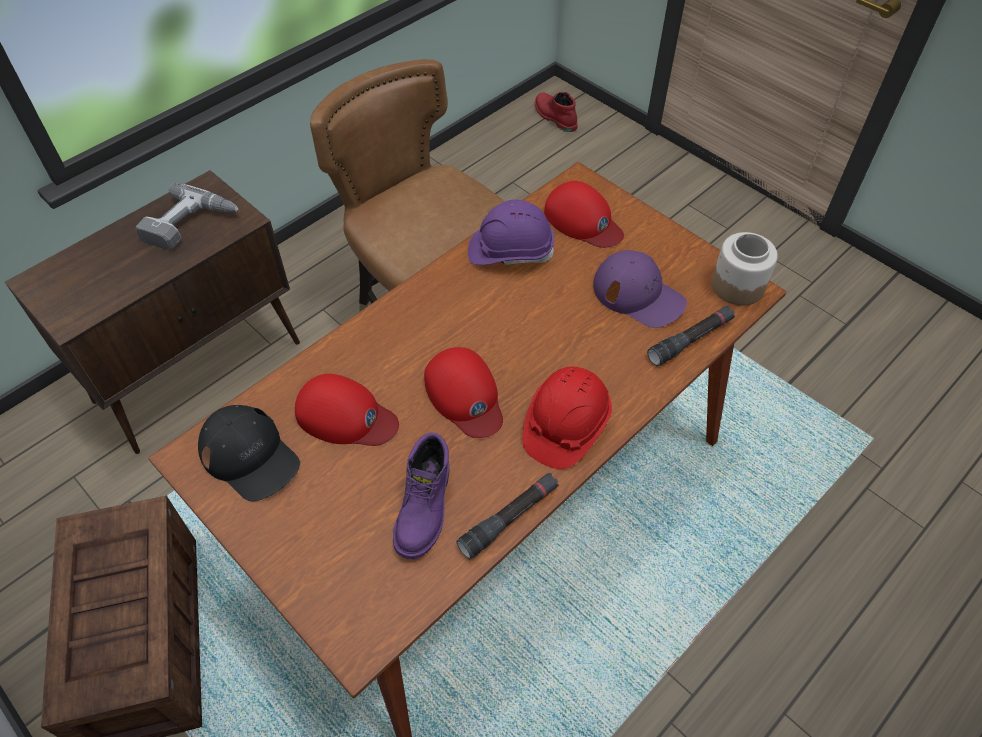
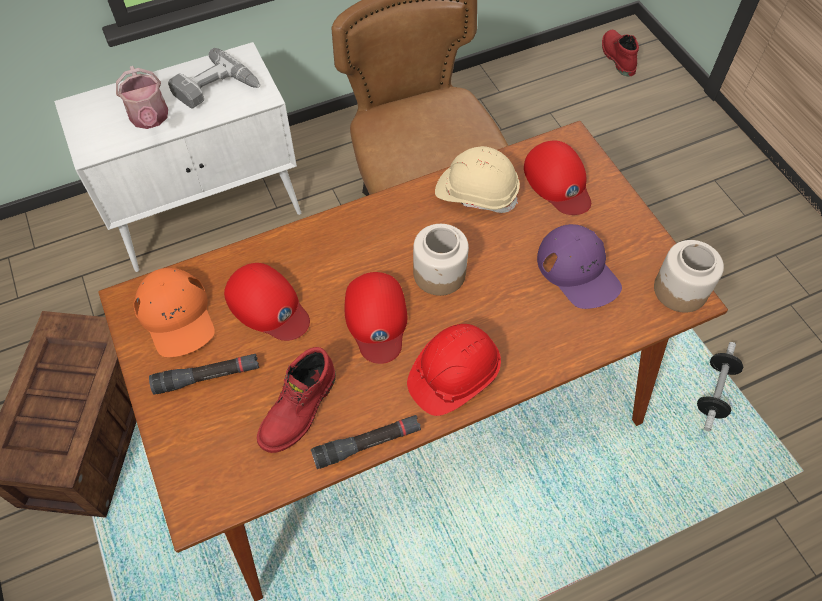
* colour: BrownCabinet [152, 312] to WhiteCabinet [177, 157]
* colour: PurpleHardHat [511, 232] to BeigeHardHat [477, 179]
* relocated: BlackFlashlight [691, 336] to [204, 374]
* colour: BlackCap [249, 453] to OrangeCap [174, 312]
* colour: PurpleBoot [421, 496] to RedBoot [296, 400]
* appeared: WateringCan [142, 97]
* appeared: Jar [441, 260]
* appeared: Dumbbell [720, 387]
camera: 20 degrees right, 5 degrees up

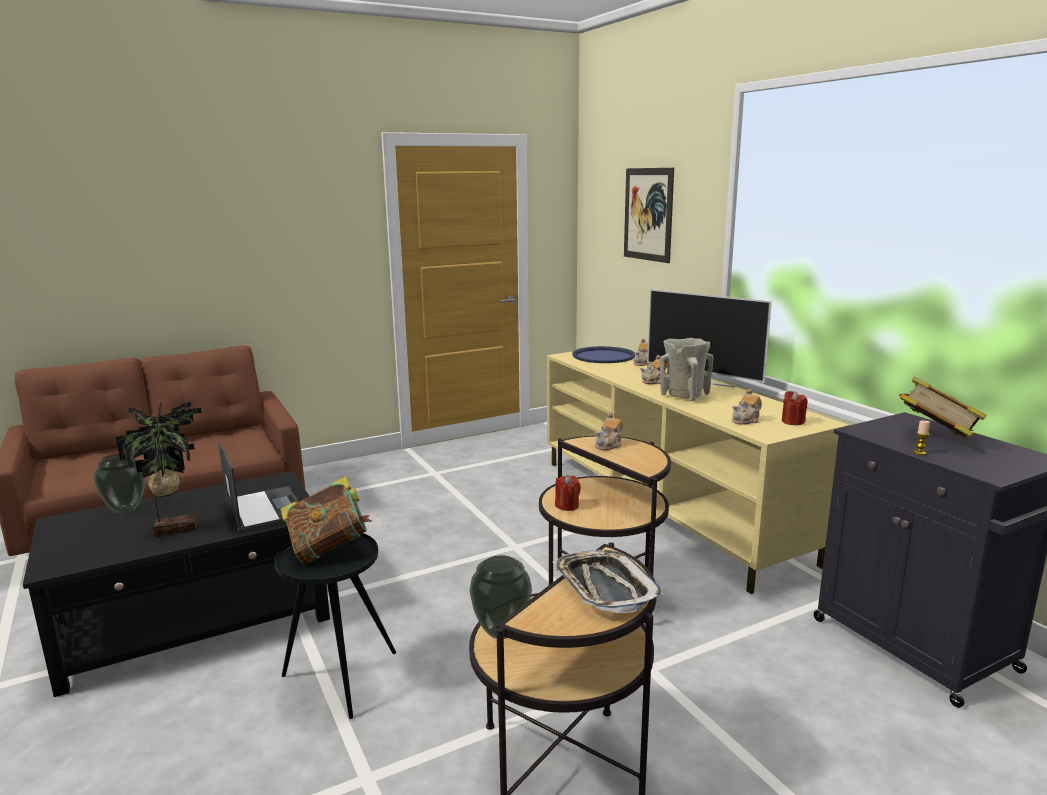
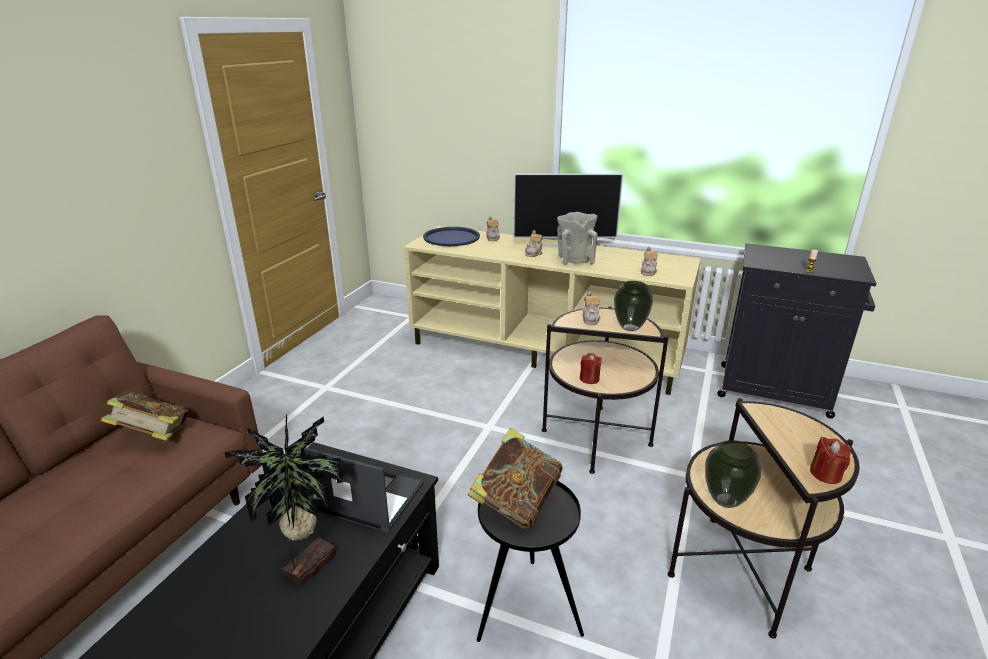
* missing: Picture [649, 215]
* relocated: Book [943, 407] to [145, 416]
* relocated: RedCandle [794, 408] to [830, 460]
* relocated: Vase [119, 483] to [633, 306]
* missing: Tray [608, 581]
camera: 40 degrees left, 10 degrees up

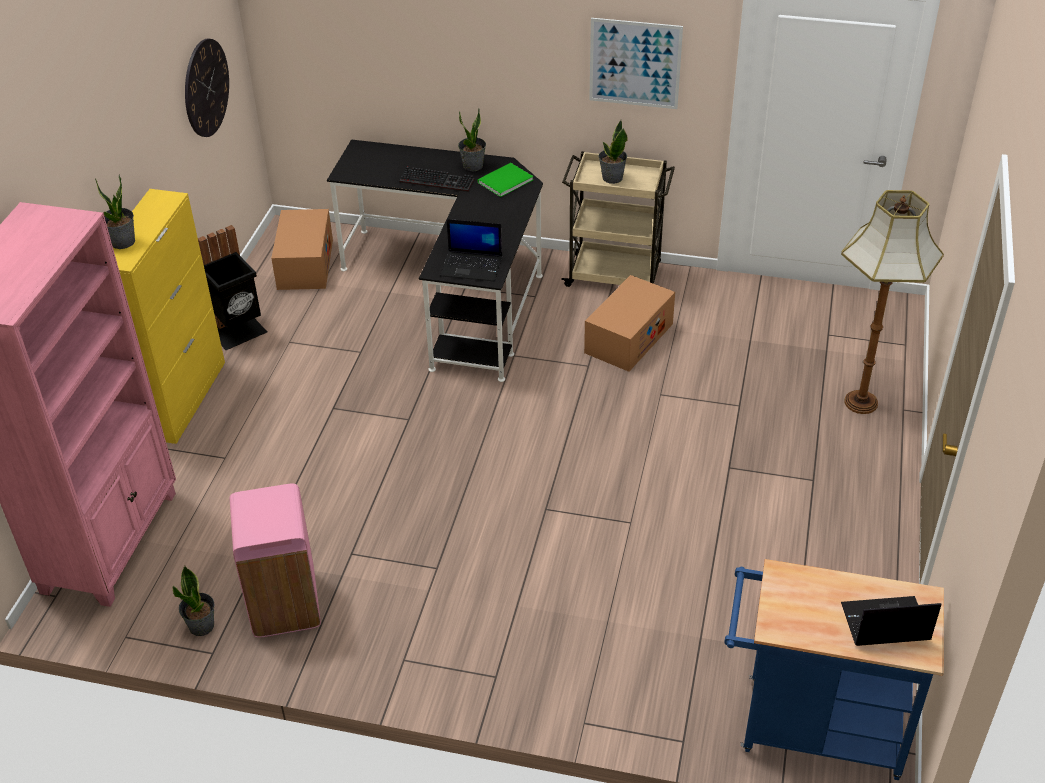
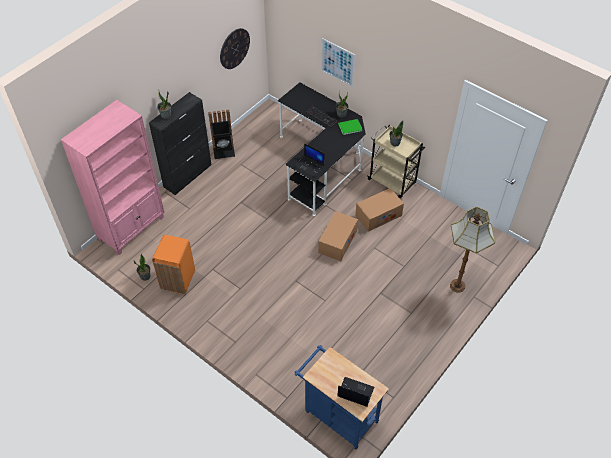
* relocated: Picture [636, 63] to [338, 62]
* colour: YellowCabinet [169, 316] to BlackCabinet [180, 143]
* relocated: CardboardBox [302, 249] to [338, 236]
* colour: PinkTrashCan [275, 561] to OrangeTrashCan [173, 264]
camera: 25 degrees right, 10 degrees up

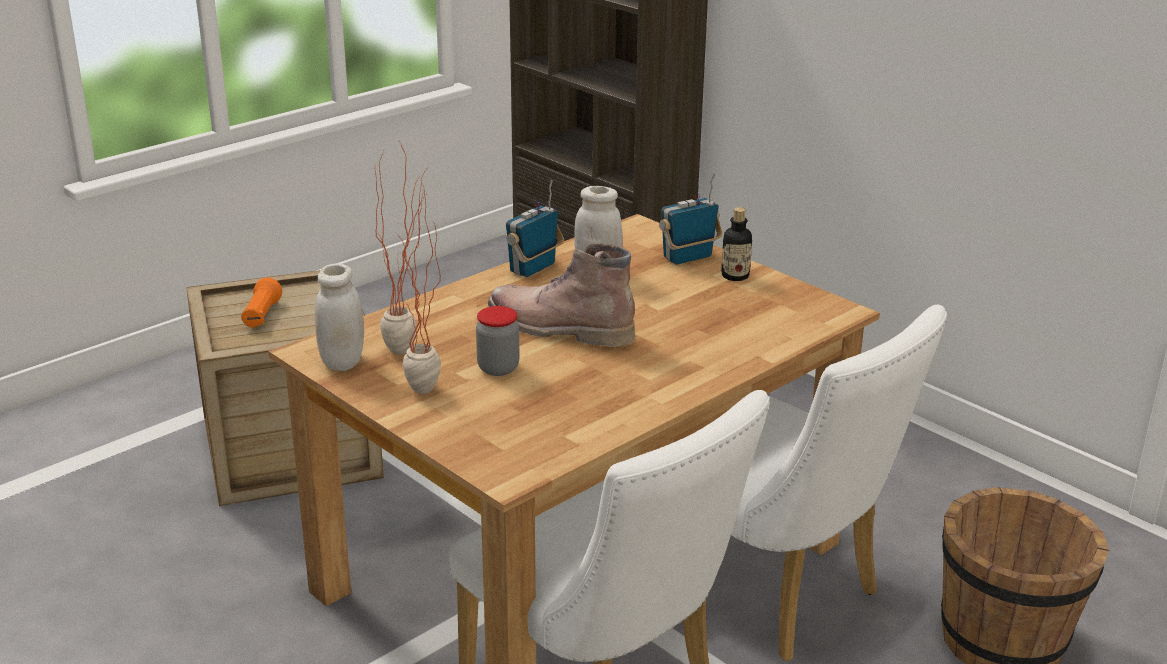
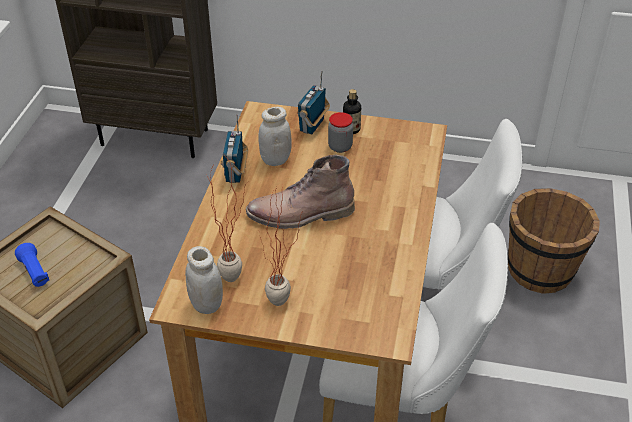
* colour: OrangeFlashlight [261, 302] to BlueFlashlight [32, 265]
* relocated: Jar [498, 341] to [340, 132]
camera: 35 degrees left, 15 degrees up

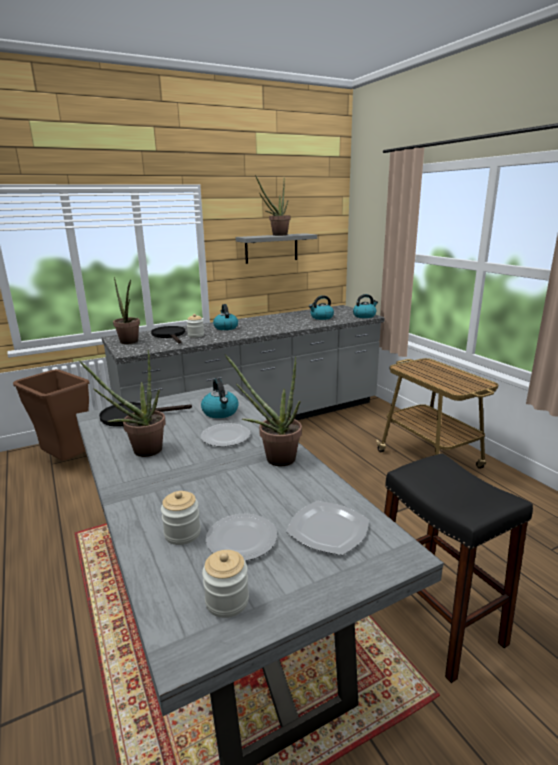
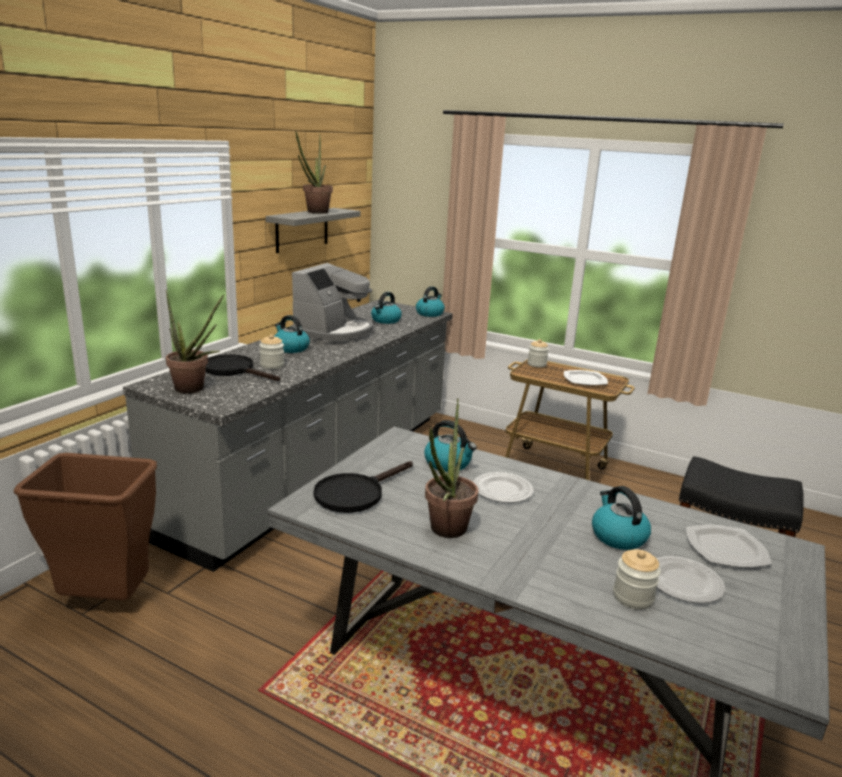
* missing: PottedPlant [263, 410]
* relocated: Jar [225, 584] to [538, 353]
* appeared: CoffeeMachine [331, 303]
* appeared: Plate [586, 377]
* appeared: Kettle [621, 518]
camera: 35 degrees left, 0 degrees up

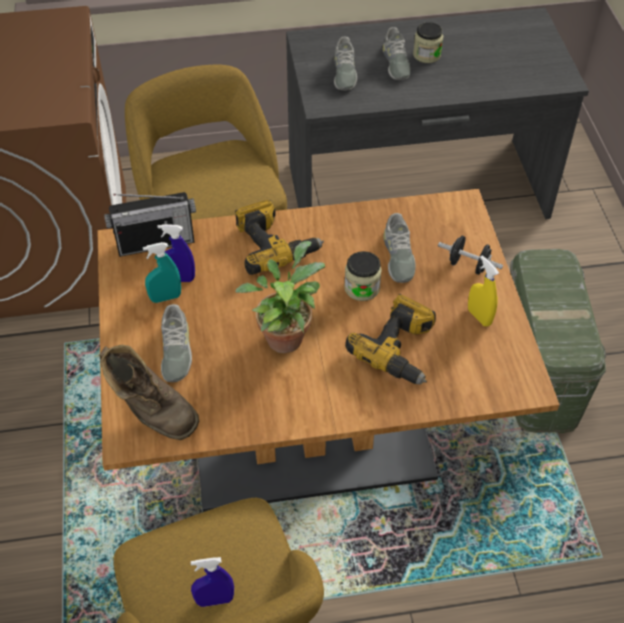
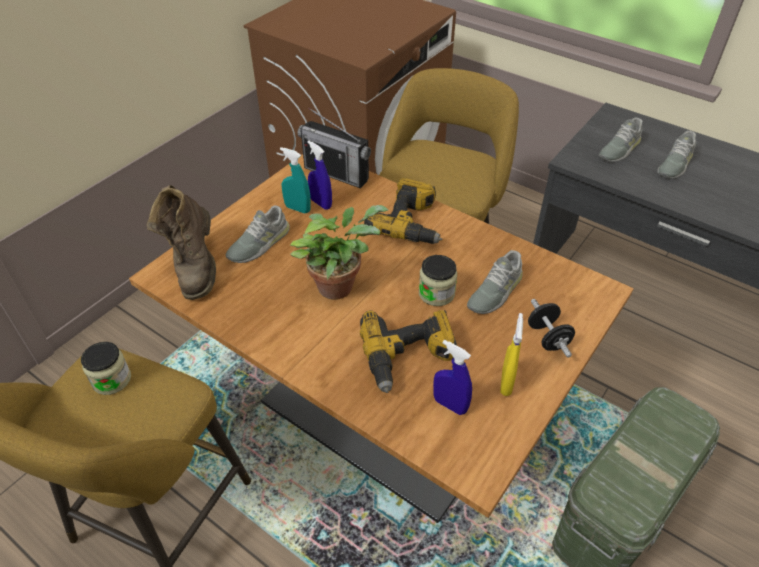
* relocated: Jar [428, 42] to [106, 368]
* relocated: BlueSprayBottle [212, 582] to [452, 377]
camera: 45 degrees right, 5 degrees down

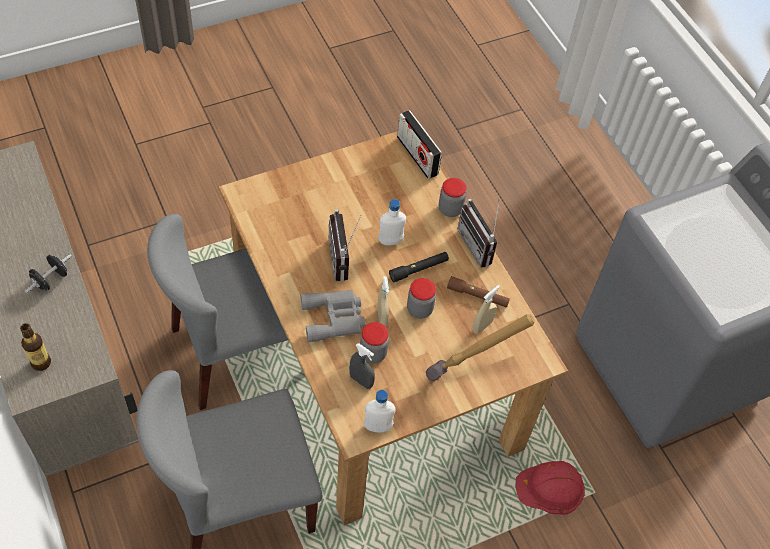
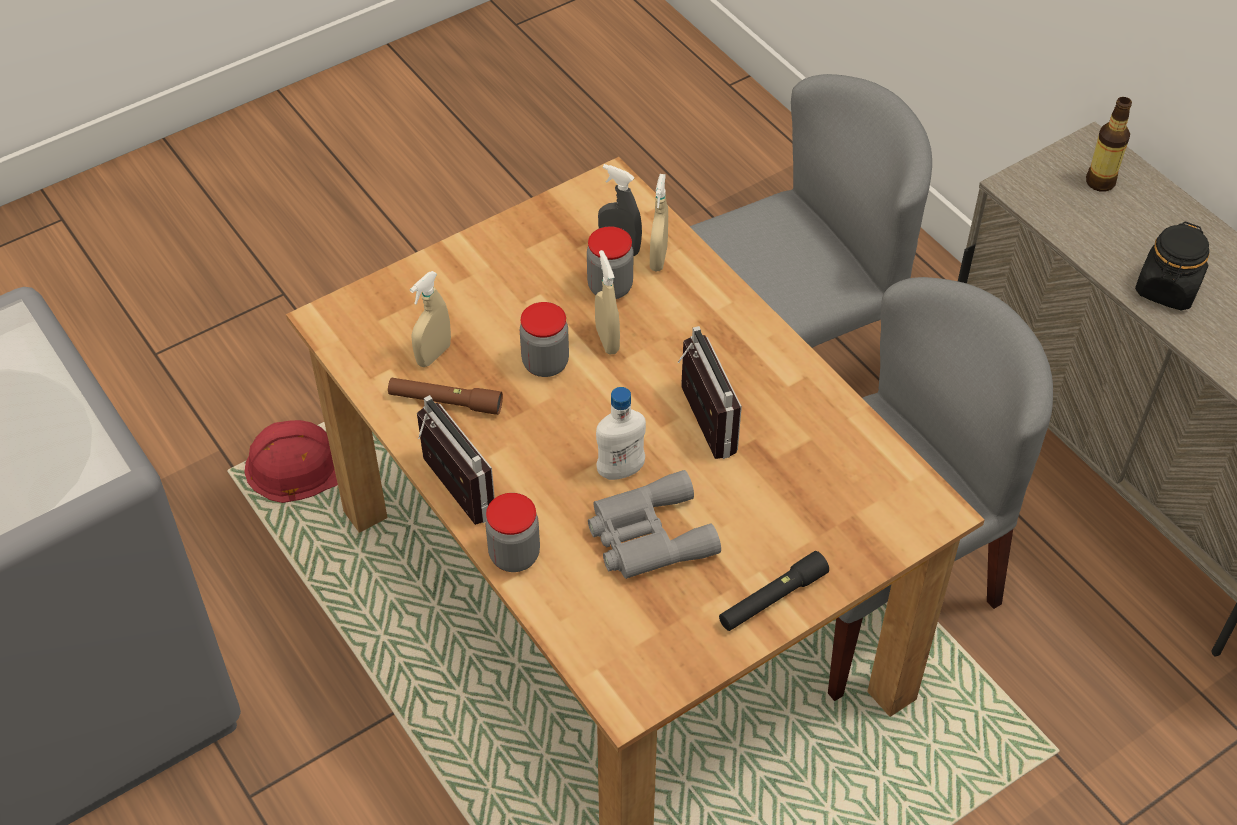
* missing: Radio [419, 144]
* relocated: BlackFlashlight [419, 267] to [774, 591]
* exchanged: BlackDumbbell [48, 273] to BlackJar [1172, 266]
* relocated: GreyBinoculars [332, 316] to [654, 524]
* missing: Hammer [480, 347]
* missing: WhiteBottle [379, 411]
* appeared: BeigeSprayBottle [659, 223]
camera: 175 degrees right, 5 degrees down

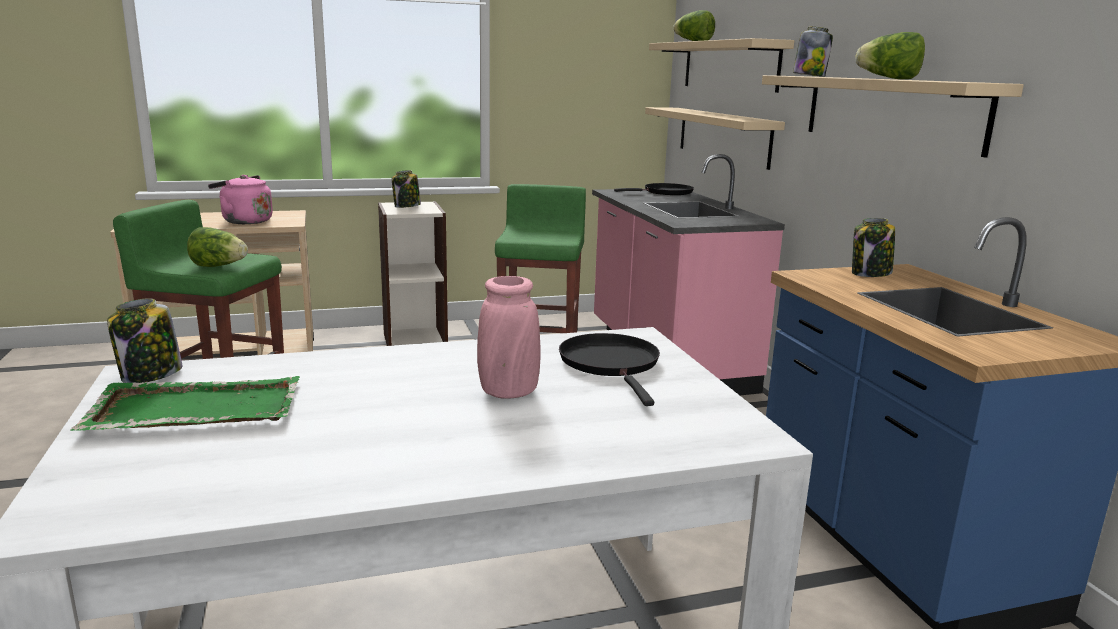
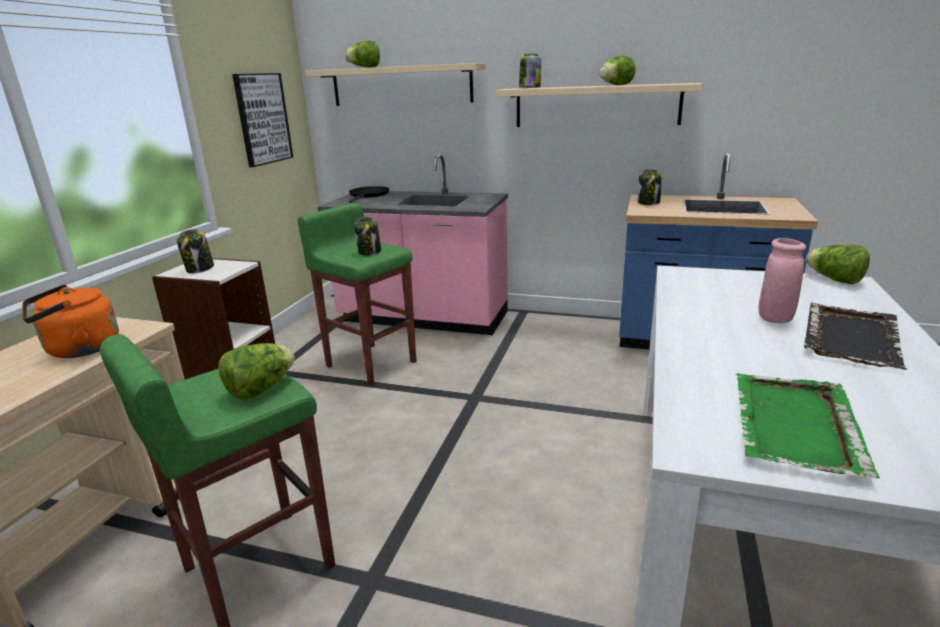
* missing: BeigeShelf [715, 138]
* colour: PinkKettle [240, 199] to OrangeKettle [70, 321]
* relocated: Jar [145, 340] to [367, 236]
* missing: BlackFryingPan [609, 369]
* appeared: Picture [262, 120]
* appeared: Lettuce [838, 264]
* appeared: BlackTray [856, 336]
camera: 55 degrees left, 5 degrees up

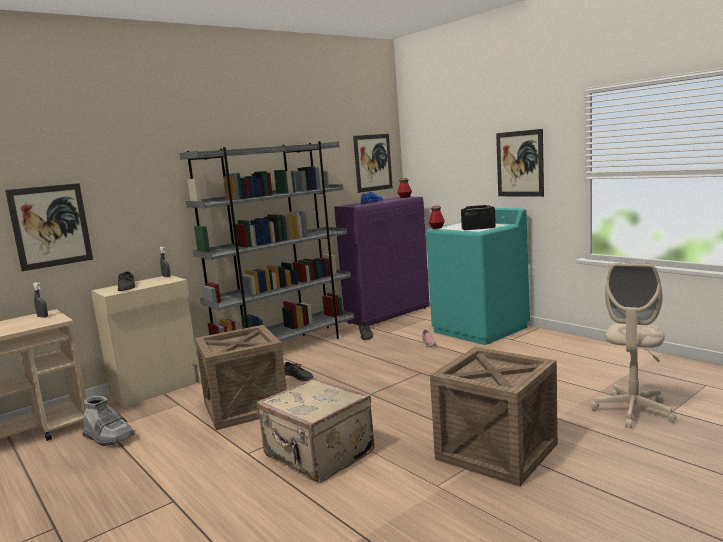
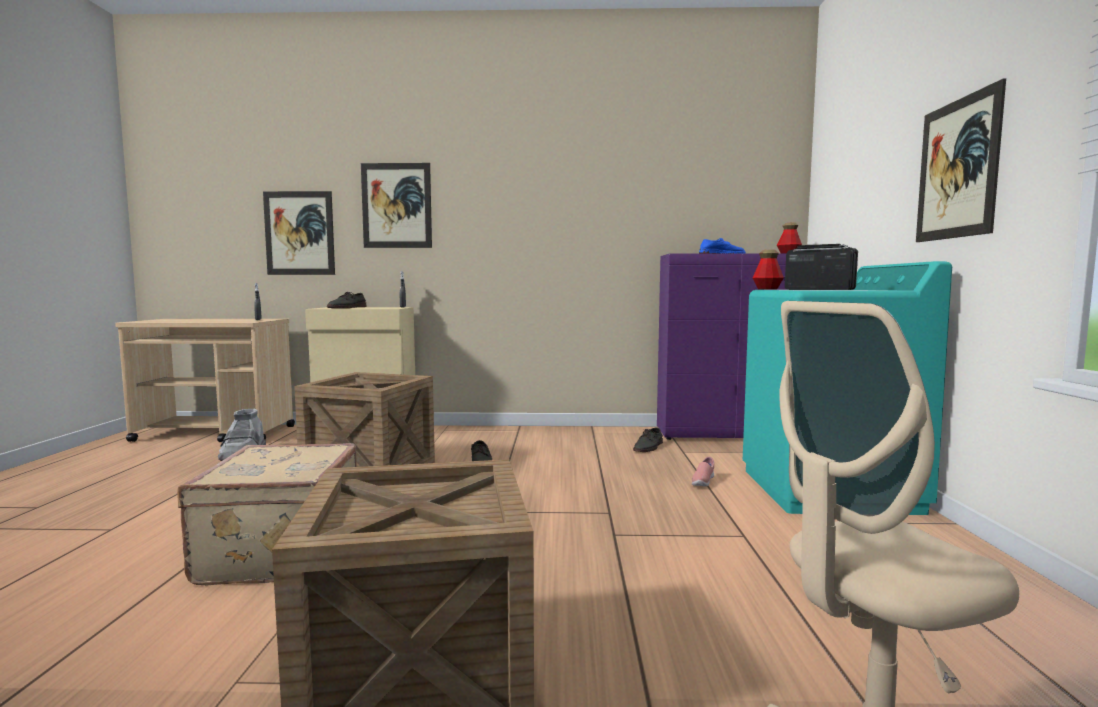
* relocated: Picture [373, 163] to [396, 205]
* missing: GreyBookcase [267, 241]
camera: 40 degrees right, 5 degrees down

